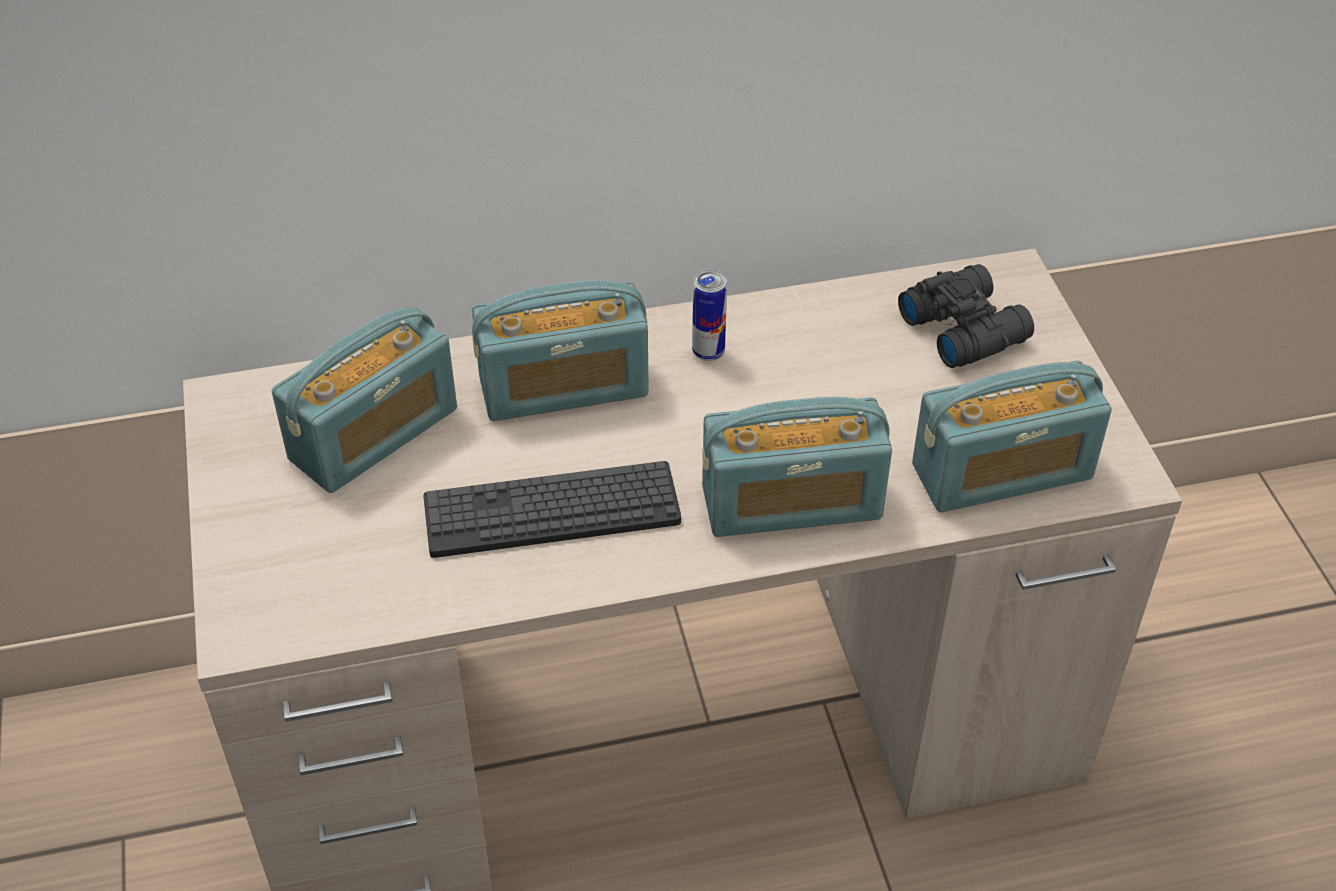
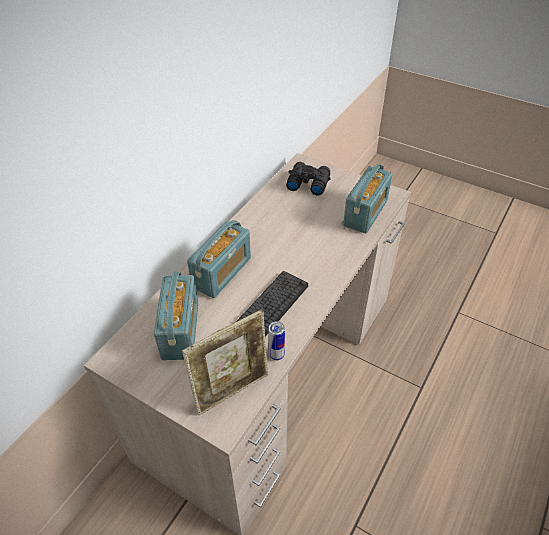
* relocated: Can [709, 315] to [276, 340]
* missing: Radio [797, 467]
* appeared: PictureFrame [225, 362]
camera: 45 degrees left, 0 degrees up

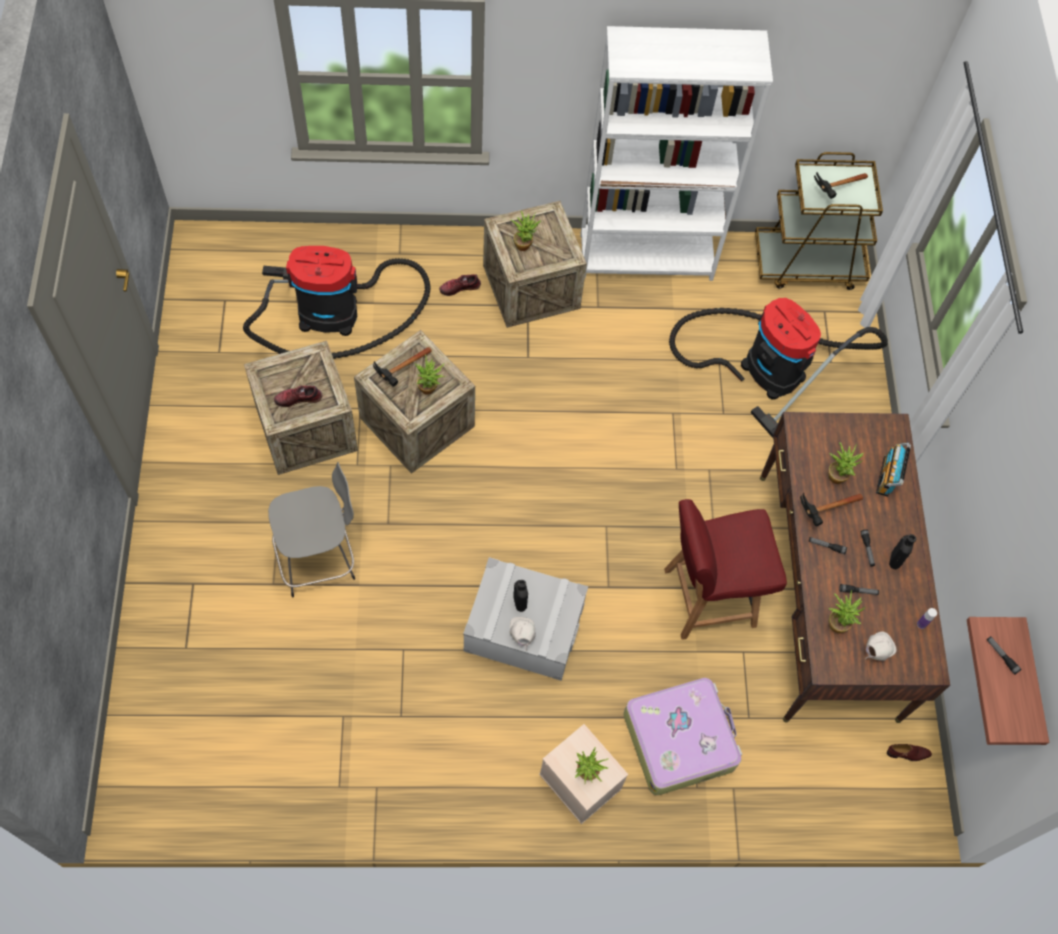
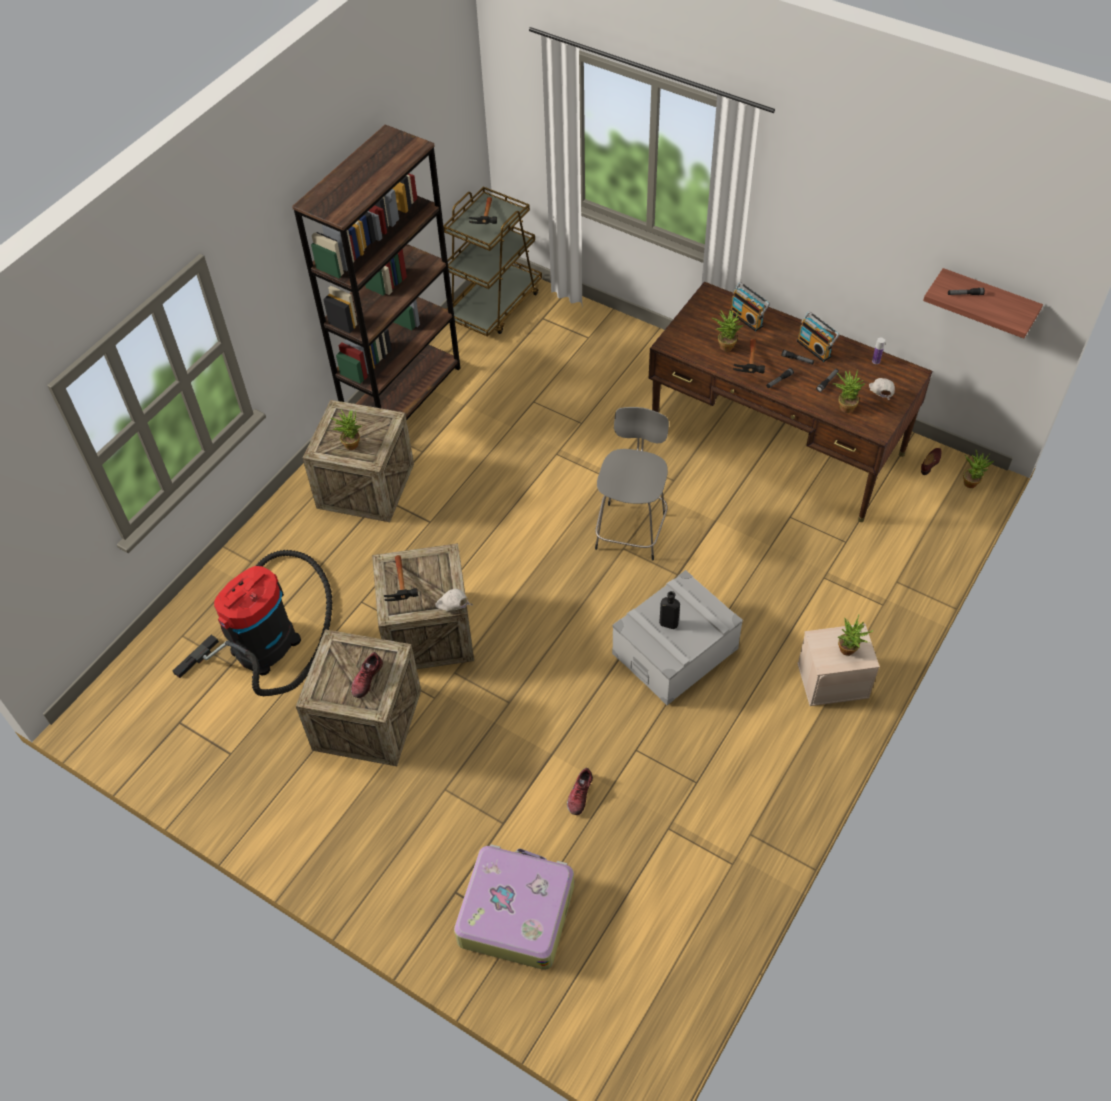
* colour: WhiteBookcase [677, 153] to BrownBookcase [376, 272]
* relocated: Shoe [460, 285] to [580, 791]
* missing: VacuumCleaner [778, 368]
* relocated: PottedPlant [430, 374] to [979, 468]
* relocated: GreyStool [311, 529] to [632, 483]
* missing: RedChair [725, 569]
* exchanged: BlackBottle [902, 551] to Radio [818, 336]
* relocated: WhiteCap [523, 634] to [454, 600]
* relocated: Suitcase [682, 736] to [514, 907]
camera: 50 degrees left, 10 degrees down

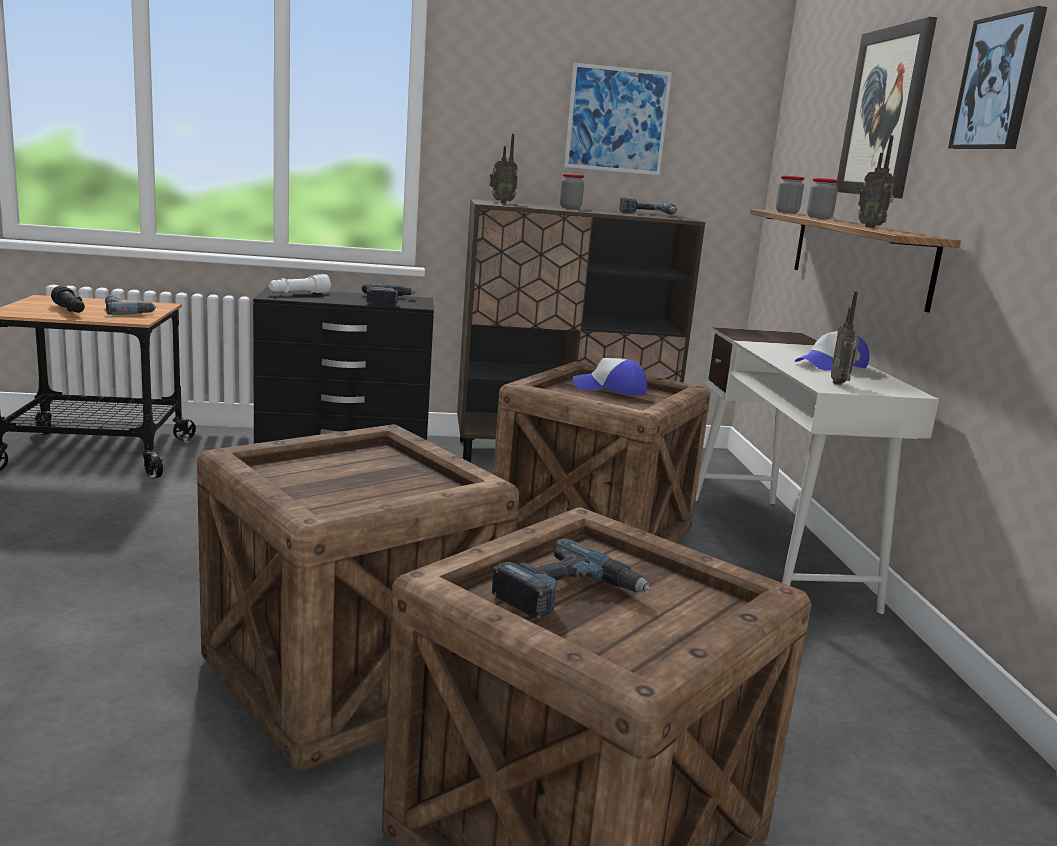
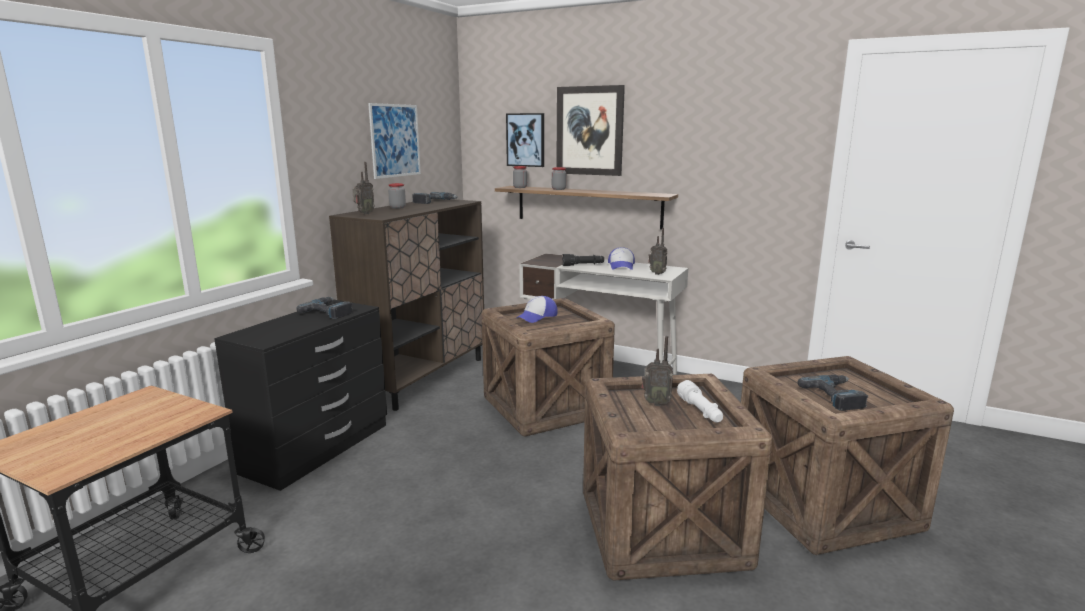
* relocated: Picture [997, 77] to [525, 140]
* relocated: Radio [876, 181] to [657, 371]
* relocated: WhiteFlashlight [300, 283] to [700, 401]
* relocated: BlackFlashlight [68, 299] to [583, 260]
* missing: PowerDrill [130, 305]
camera: 55 degrees left, 0 degrees up

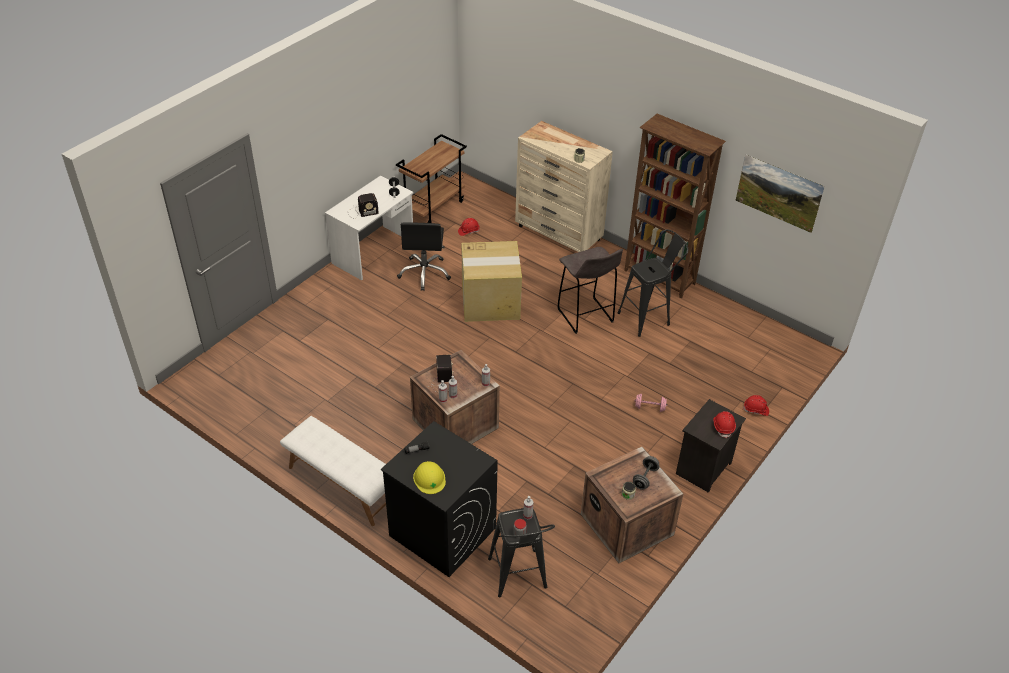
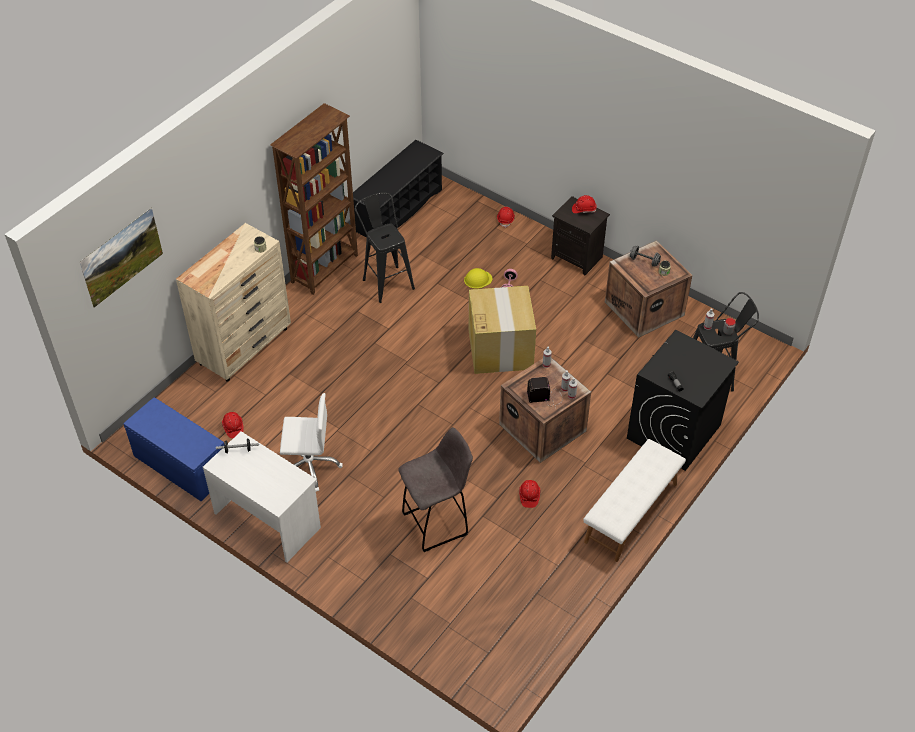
* exchanged: BrownCart [431, 178] to BlueBench [174, 449]
* relocated: Picture [780, 193] to [121, 258]
* missing: Radio [363, 206]
* colour: BlackOfficeChair [424, 256] to WhiteOfficeChair [311, 442]
* relocated: CardboardBox [491, 281] to [502, 330]
* relocated: GreyStool [590, 290] to [435, 489]
* relocated: YellowHardHat [429, 477] to [478, 278]
* appeared: BlackShoeRack [398, 189]
* appeared: RedHardHat [529, 494]
camera: 90 degrees left, 5 degrees up

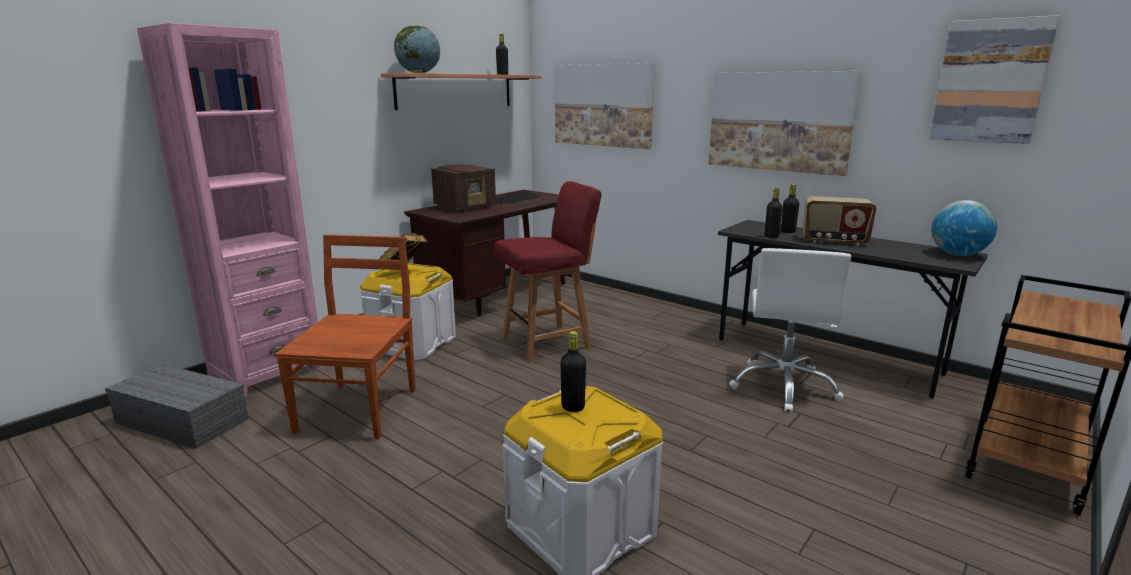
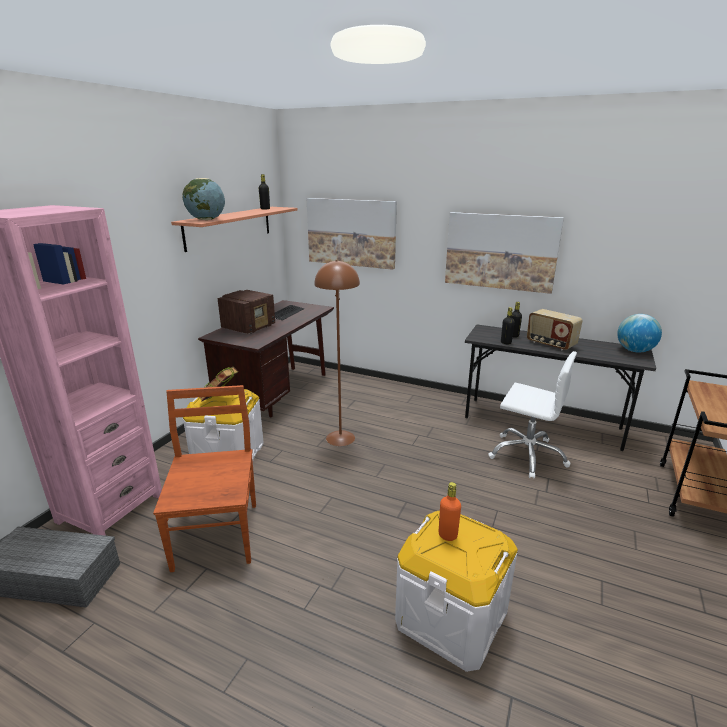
* missing: Picture [994, 79]
* exchanged: RedChair [548, 271] to BrownFloorLamp [337, 353]
* spun: Radio [839, 221] = [555, 329] 45 degrees clockwise
* spun: WhiteOfficeChair [790, 330] = [532, 415] 60 degrees counterclockwise
* colour: BlackBottle [573, 371] to OrangeBottle [450, 511]
camera: 15 degrees left, 5 degrees up

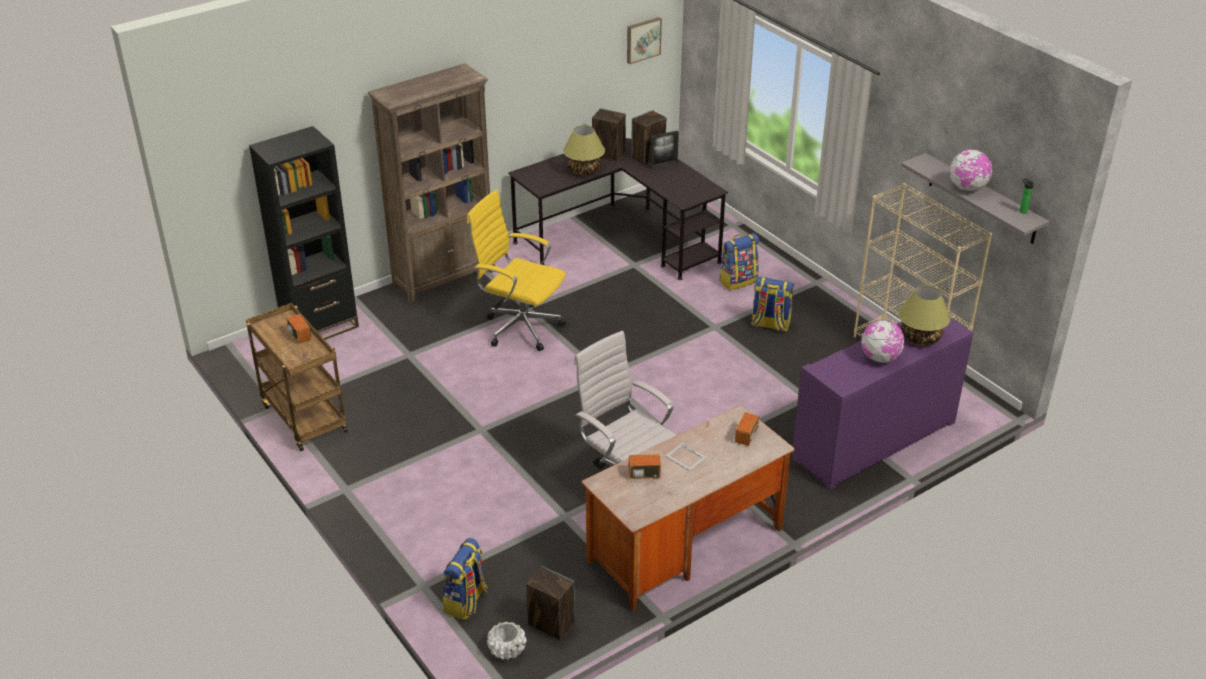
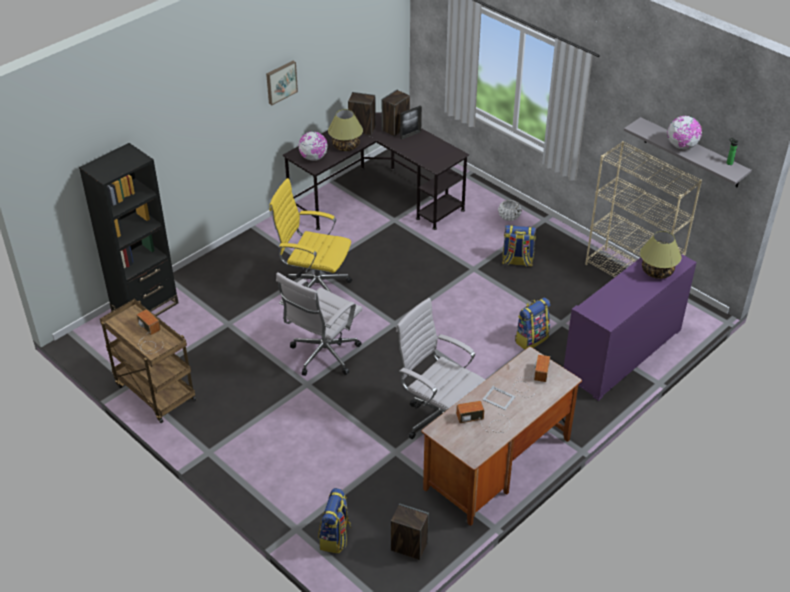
* relocated: Picture [644, 40] to [282, 83]
* missing: BrownBookcase [431, 183]
* relocated: Backpack [739, 261] to [533, 323]
* relocated: Globe [883, 341] to [313, 146]
* relocated: WhitePlanter [507, 641] to [510, 210]
* appeared: WhiteOfficeChair [319, 324]
camera: 10 degrees left, 5 degrees up

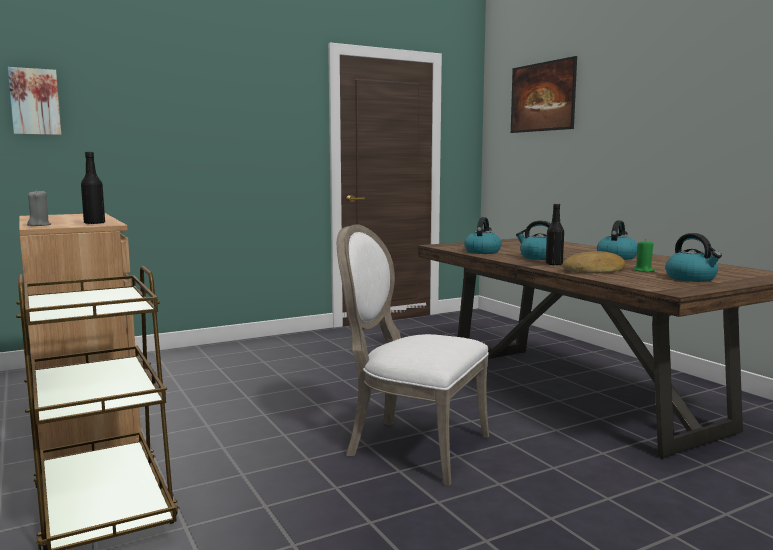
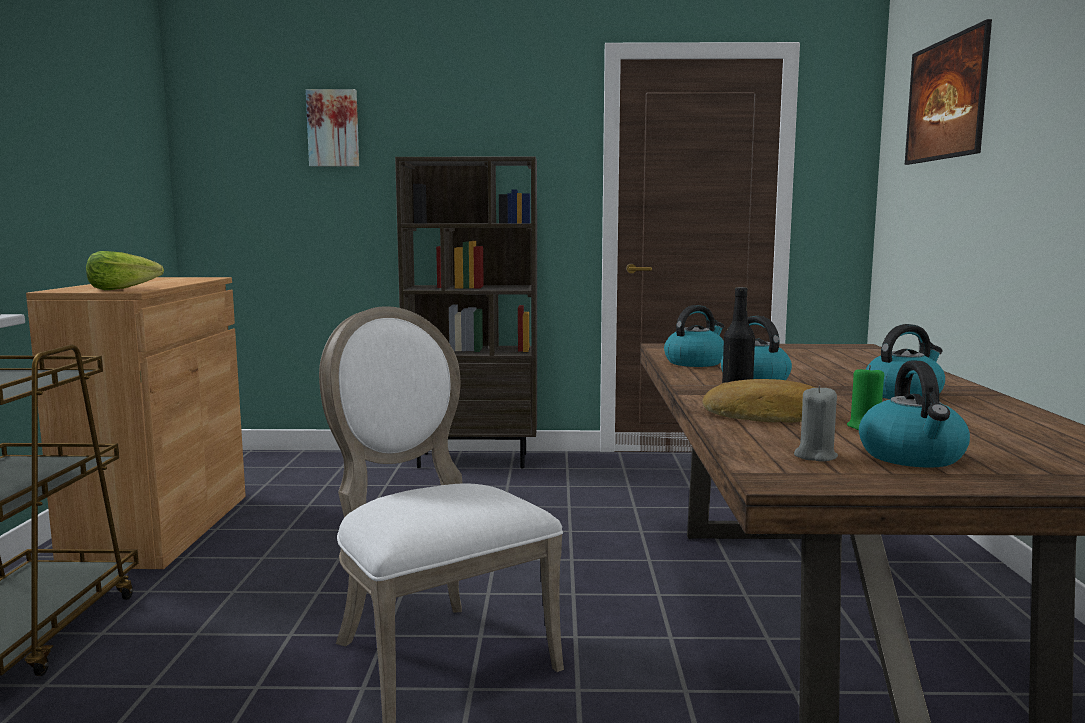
* relocated: Picture [34, 101] to [332, 127]
* exchanged: BlackBottle [93, 188] to Lettuce [125, 270]
* relocated: GreyCandle [39, 207] to [816, 423]
* appeared: BrownBookcase [466, 313]
camera: 30 degrees right, 0 degrees up

